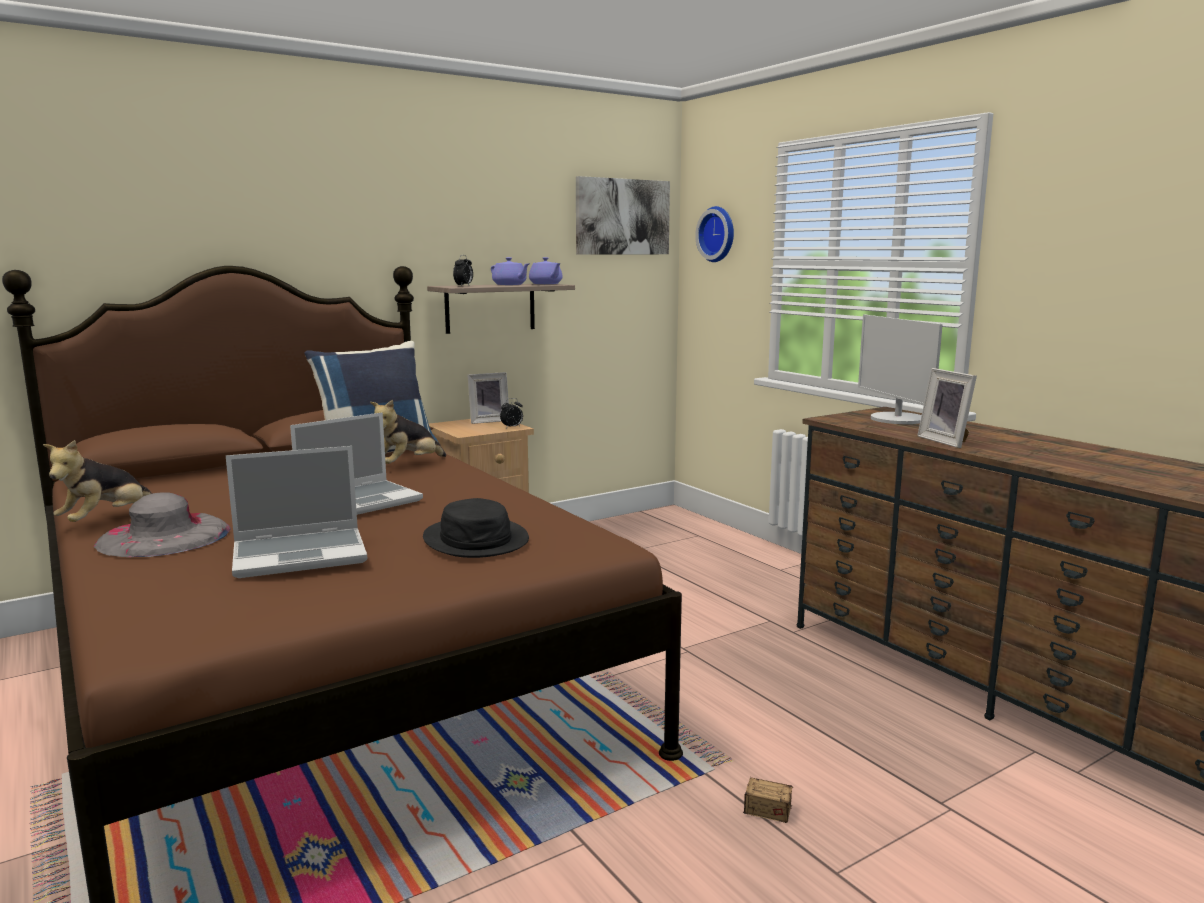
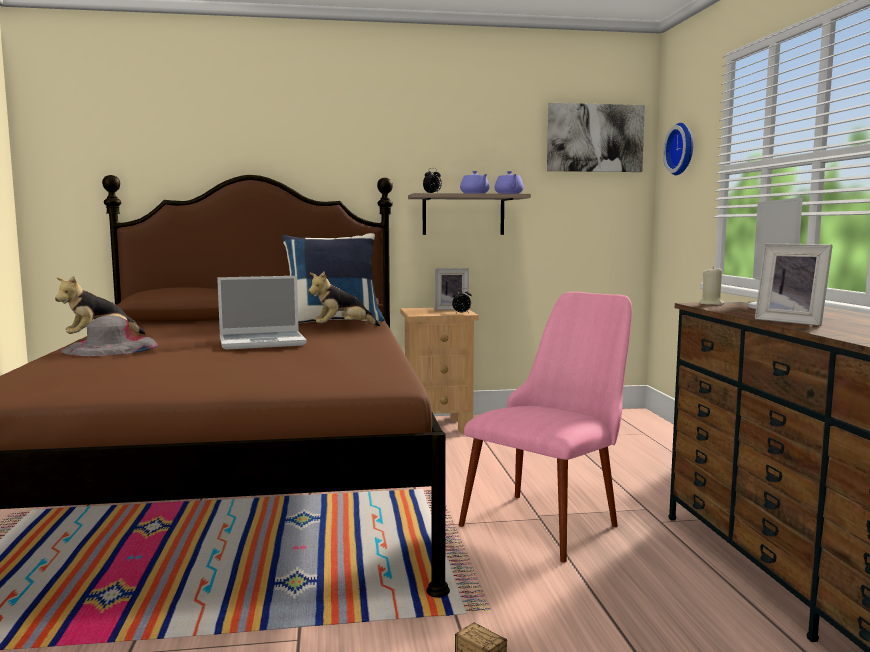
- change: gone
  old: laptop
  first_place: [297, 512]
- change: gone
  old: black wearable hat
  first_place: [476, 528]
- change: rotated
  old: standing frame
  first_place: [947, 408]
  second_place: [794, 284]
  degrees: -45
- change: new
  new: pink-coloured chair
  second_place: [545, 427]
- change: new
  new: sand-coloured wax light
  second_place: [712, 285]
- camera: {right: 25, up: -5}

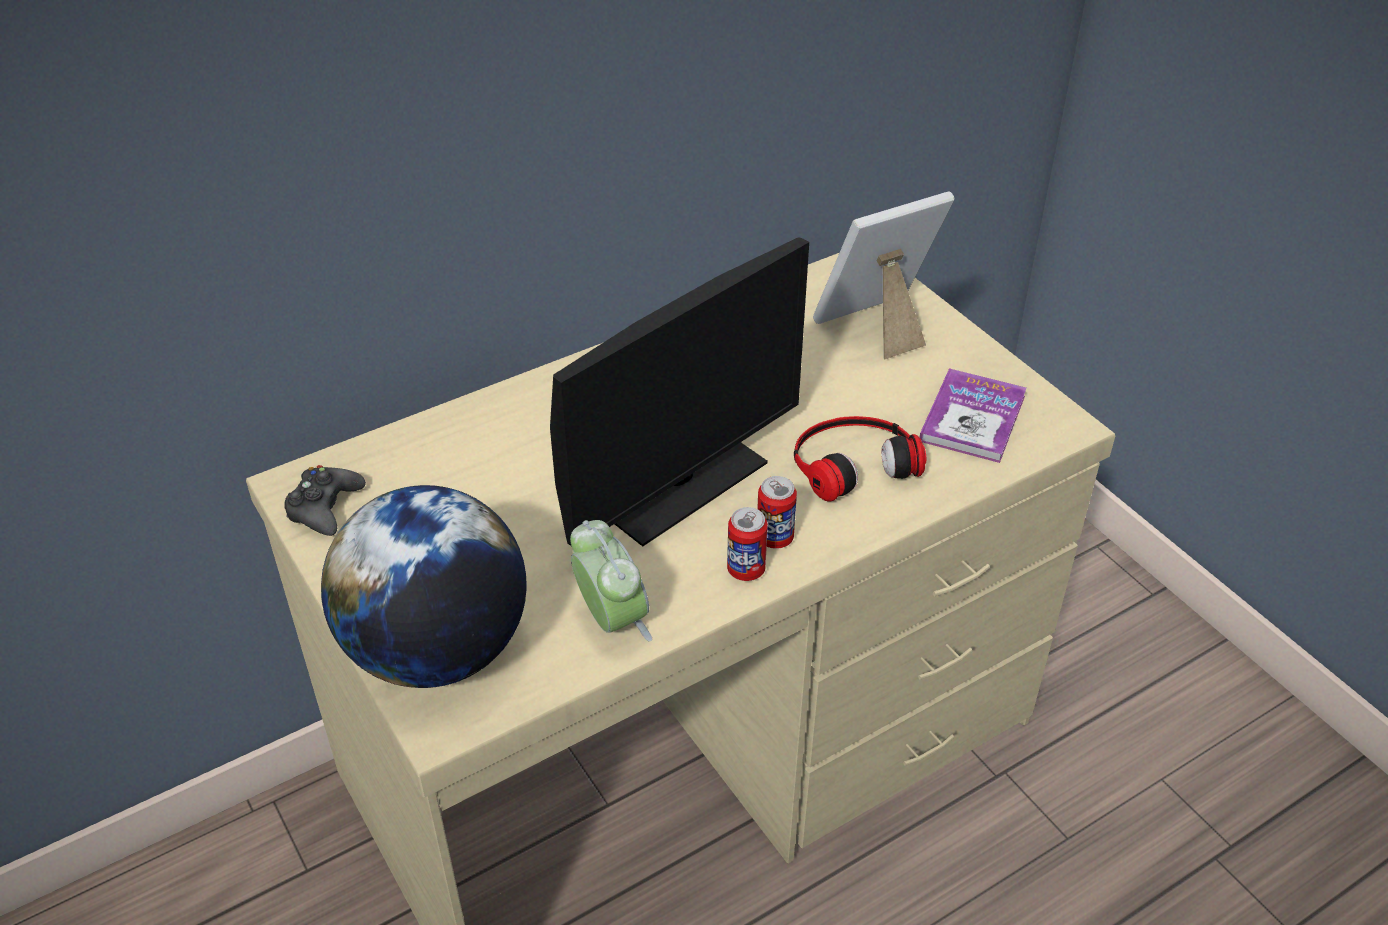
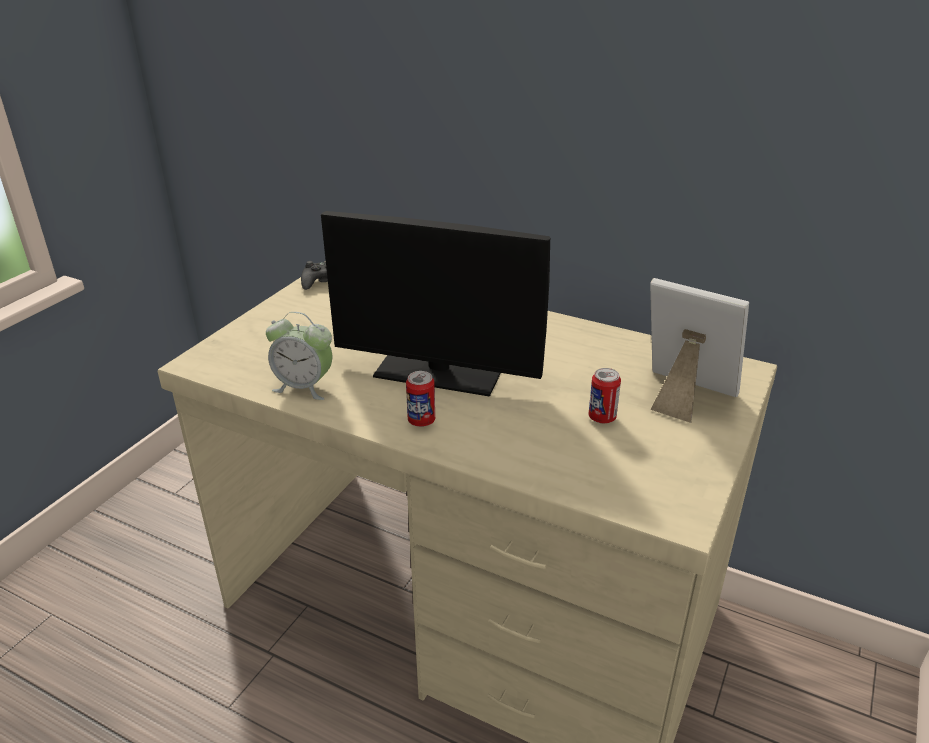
- change: gone
  old: globe
  first_place: [424, 586]
- change: rotated
  old: alarm clock
  first_place: [611, 581]
  second_place: [299, 356]
  degrees: 75
- change: shifted
  old: metal can
  first_place: [747, 544]
  second_place: [605, 395]
- change: gone
  old: pair of headphones
  first_place: [860, 459]
- change: gone
  old: volume
  first_place: [973, 415]
- camera: {right: 60, up: -10}

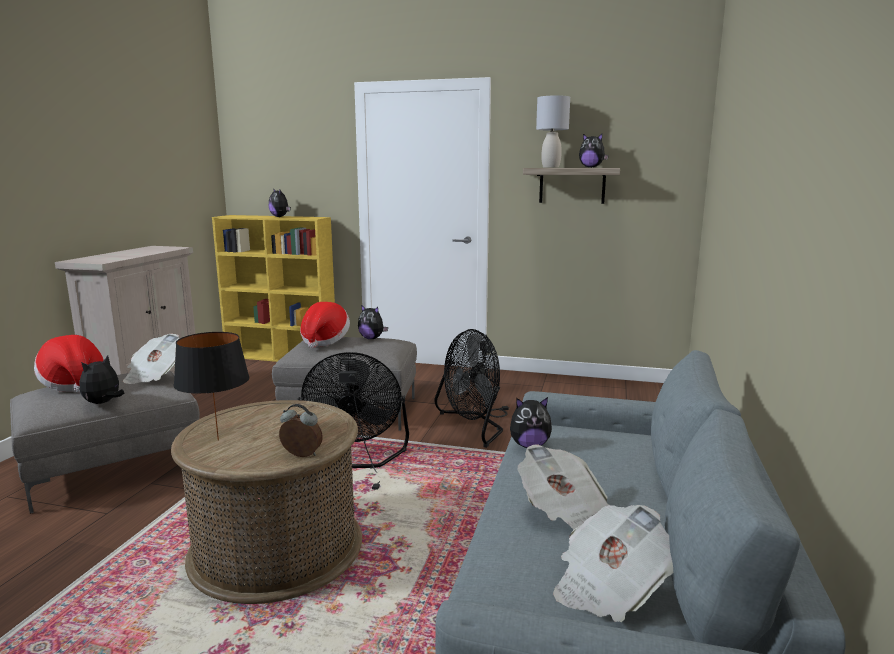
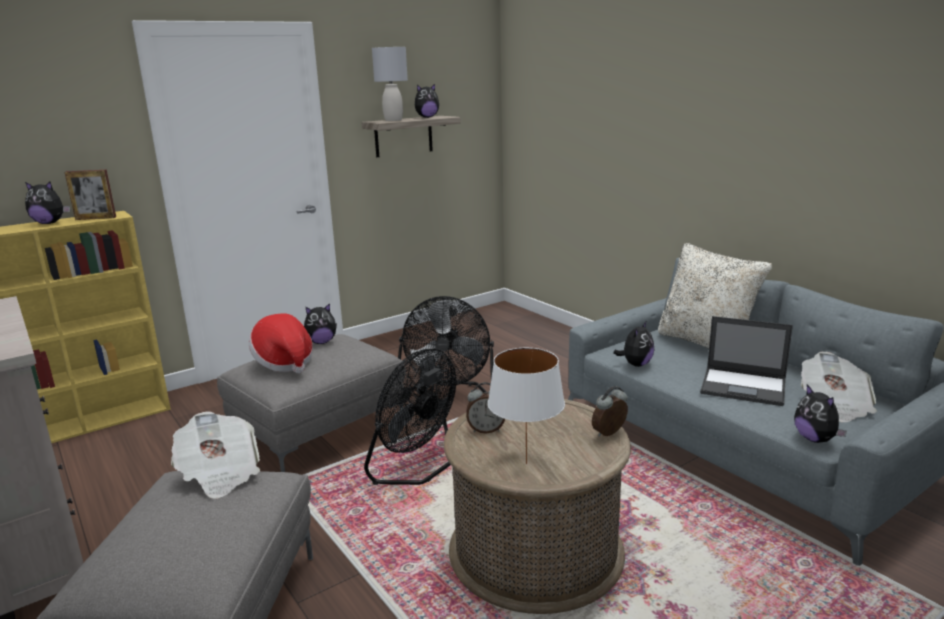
- change: gone
  old: wearable hat
  first_place: [69, 364]
- change: shifted
  old: cuddly toy
  first_place: [102, 379]
  second_place: [820, 413]
- change: repainted
  old: black lamp for a table
  new: whitish lamp for a table
  first_place: [211, 386]
  second_place: [526, 406]
- change: swapped
  old: newspaper
  new: laptop
  first_place: [563, 487]
  second_place: [746, 361]
- change: new
  new: standing frame
  second_place: [90, 195]
- change: new
  new: alarm clock
  second_place: [485, 408]
- change: new
  new: sand-coloured cushion
  second_place: [715, 295]
- camera: {right: -50, up: 5}

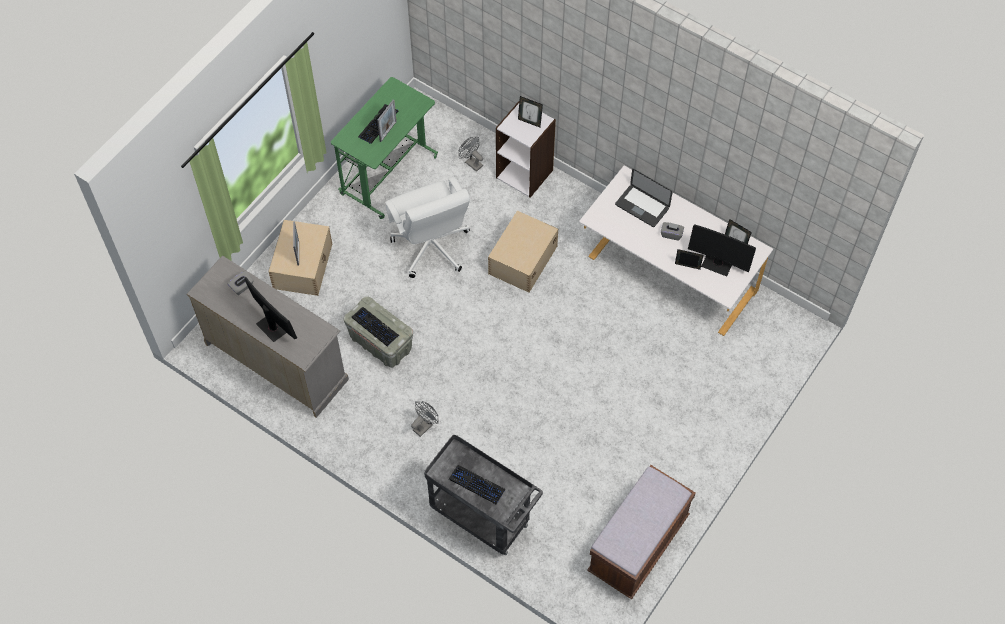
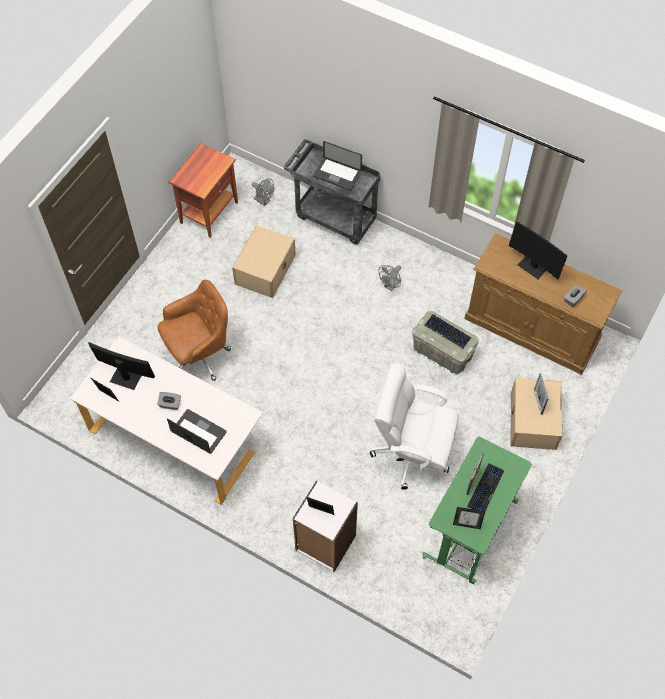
- change: repainted
  old: gray cupboard
  new: brown-coloured cupboard
  first_place: [268, 336]
  second_place: [543, 304]
- change: rotated
  old: whitish computer chair
  first_place: [427, 227]
  second_place: [414, 426]
  degrees: -45
- change: swapped
  old: PC keyboard
  new: laptop
  first_place: [477, 485]
  second_place: [337, 165]
- change: shifted
  old: gray fan
  first_place: [471, 154]
  second_place: [263, 192]
- change: shifted
  old: sand-coloured storage container
  first_place: [523, 252]
  second_place: [264, 261]
- change: swapped
  old: brown-coloured long seat
  new: nightstand
  first_place: [641, 532]
  second_place: [203, 190]
- change: shifted
  old: standing frame
  first_place: [689, 259]
  second_place: [469, 518]
- change: new
  new: brown-coloured computer chair
  second_place: [194, 330]
- camera: {right: 175, up: 0}

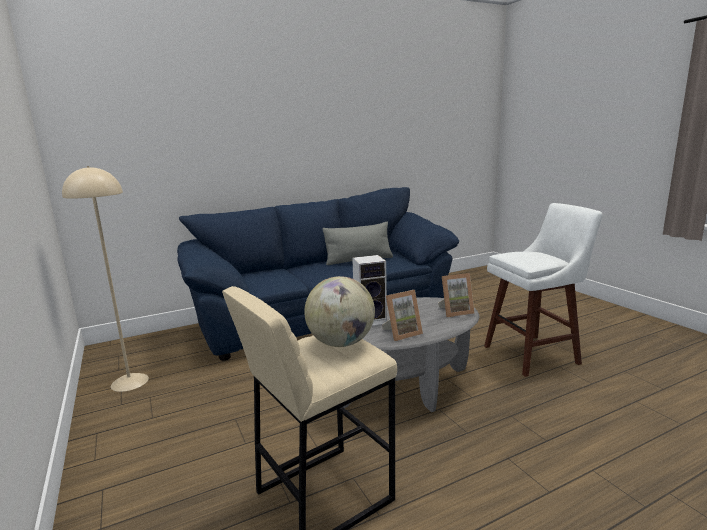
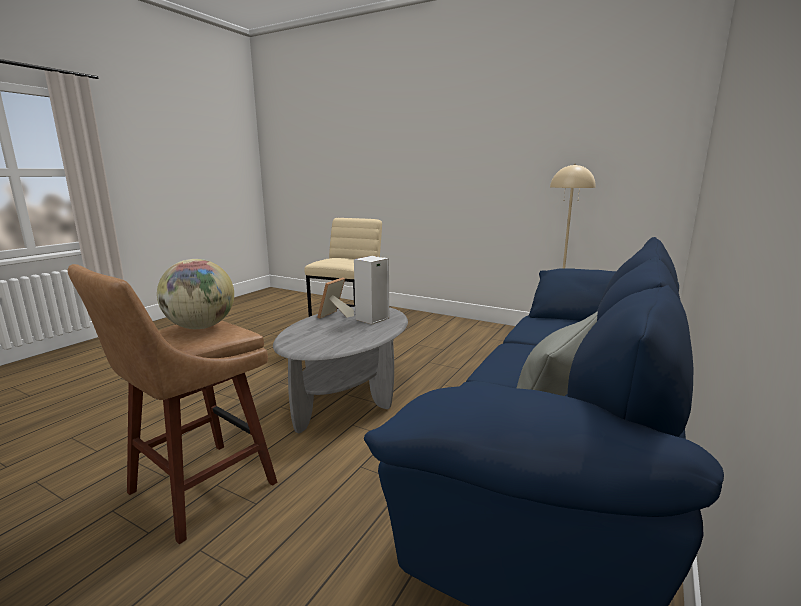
- change: shifted
  old: globe
  first_place: [339, 311]
  second_place: [195, 294]
- change: gone
  old: standing frame
  first_place: [456, 295]
- change: repainted
  old: whitish stool
  new: brown-coloured stool
  first_place: [543, 290]
  second_place: [172, 404]
- camera: {right: 145, up: 0}

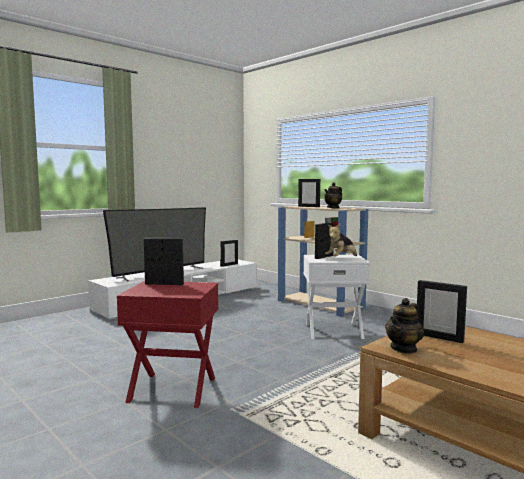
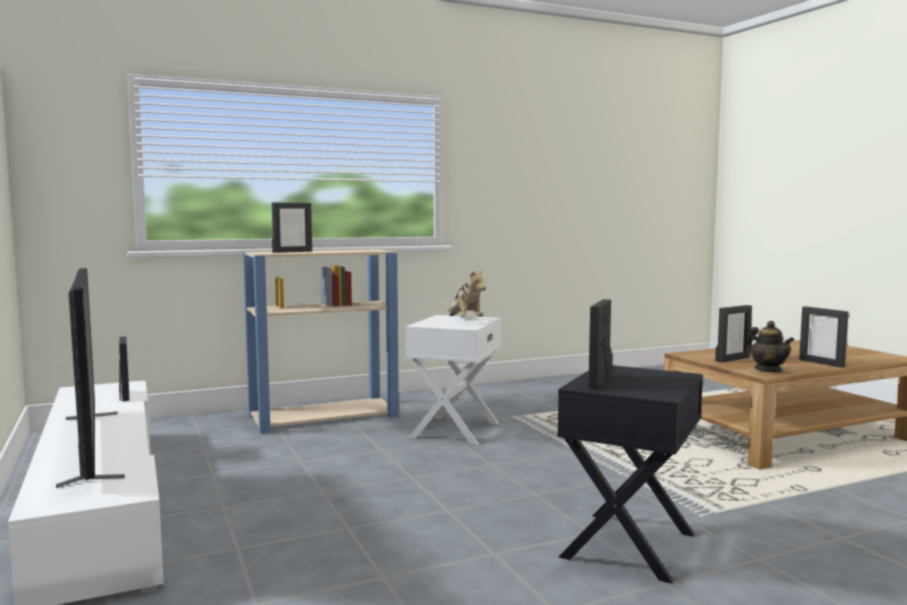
- change: repainted
  old: red-coloured accent table
  new: black accent table
  first_place: [168, 344]
  second_place: [630, 474]
- change: shifted
  old: standing frame
  first_place: [324, 241]
  second_place: [824, 337]
- change: gone
  old: teapot
  first_place: [333, 195]
- camera: {right: -70, up: 0}

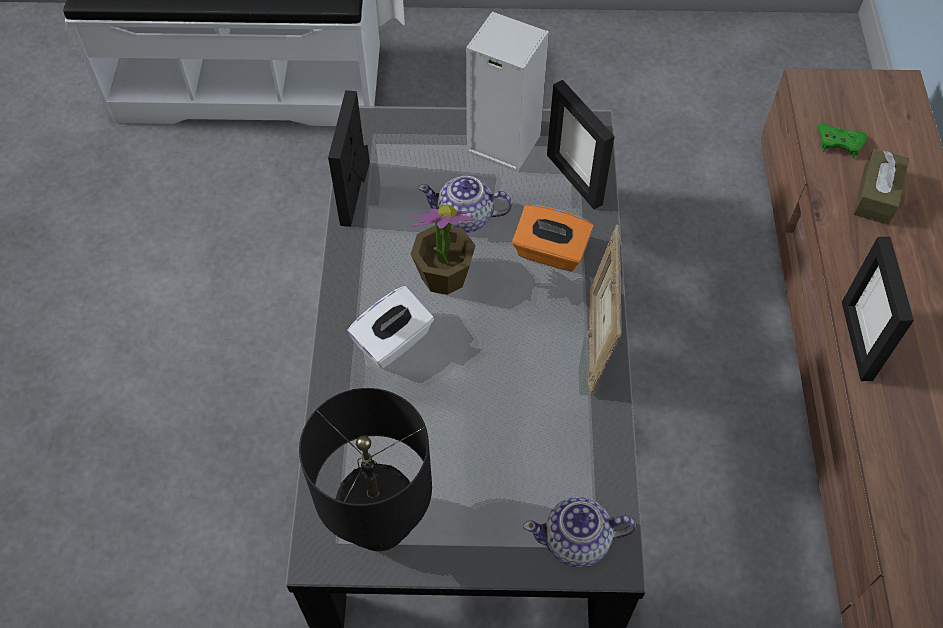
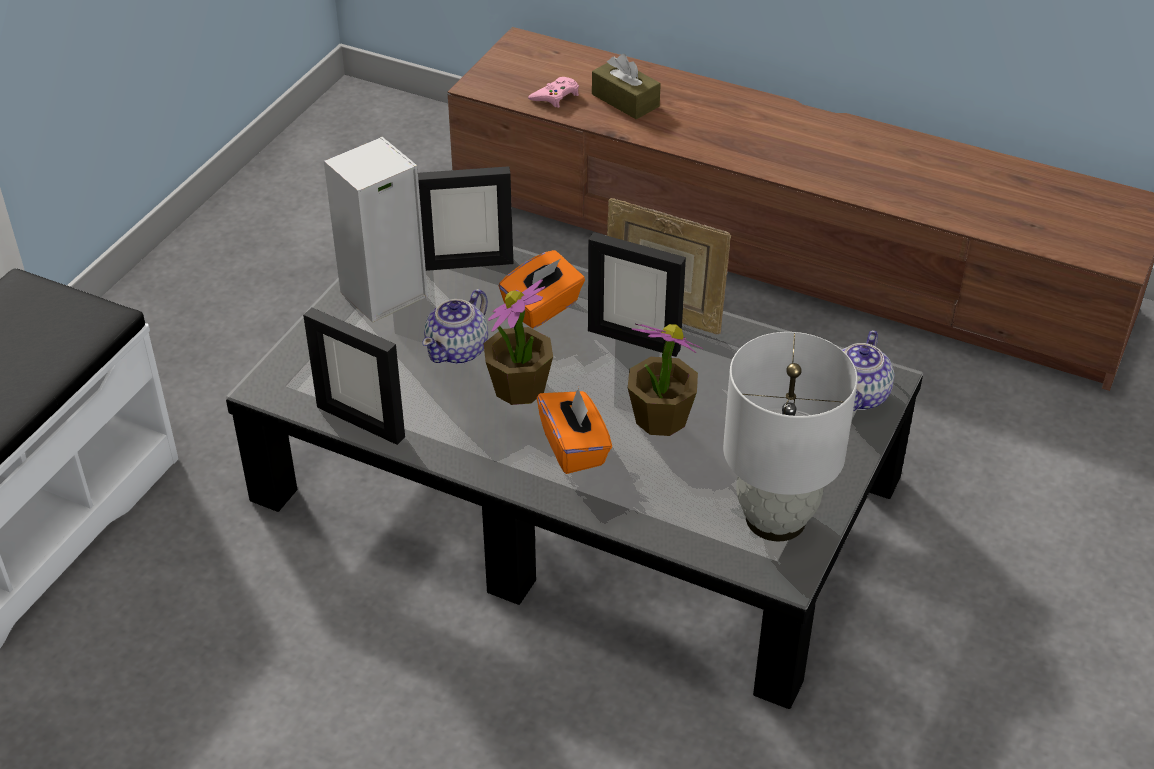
- change: repainted
  old: black lamp for a table
  new: whitish lamp for a table
  first_place: [365, 469]
  second_place: [790, 436]
- change: repainted
  old: whitish tissue holder
  new: orangey tissue holder
  first_place: [390, 327]
  second_place: [574, 430]
- change: repainted
  old: green-coloured gamepad
  new: pink-coloured gamepad
  first_place: [843, 140]
  second_place: [553, 92]
- change: shifted
  old: standing frame
  first_place: [878, 309]
  second_place: [637, 294]
- change: new
  new: houseplant
  second_place: [665, 380]
- camera: {right: -65, up: -15}

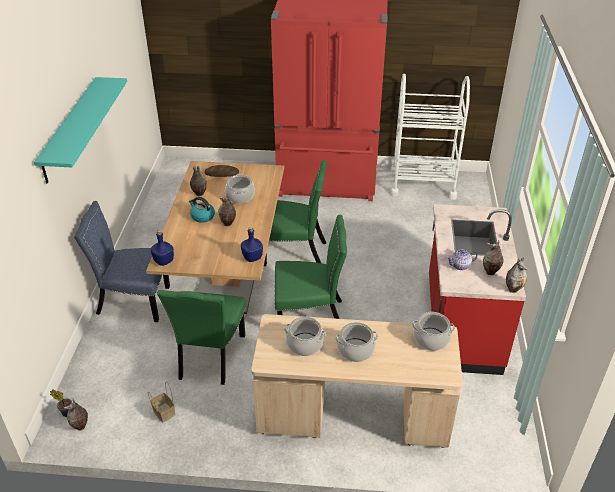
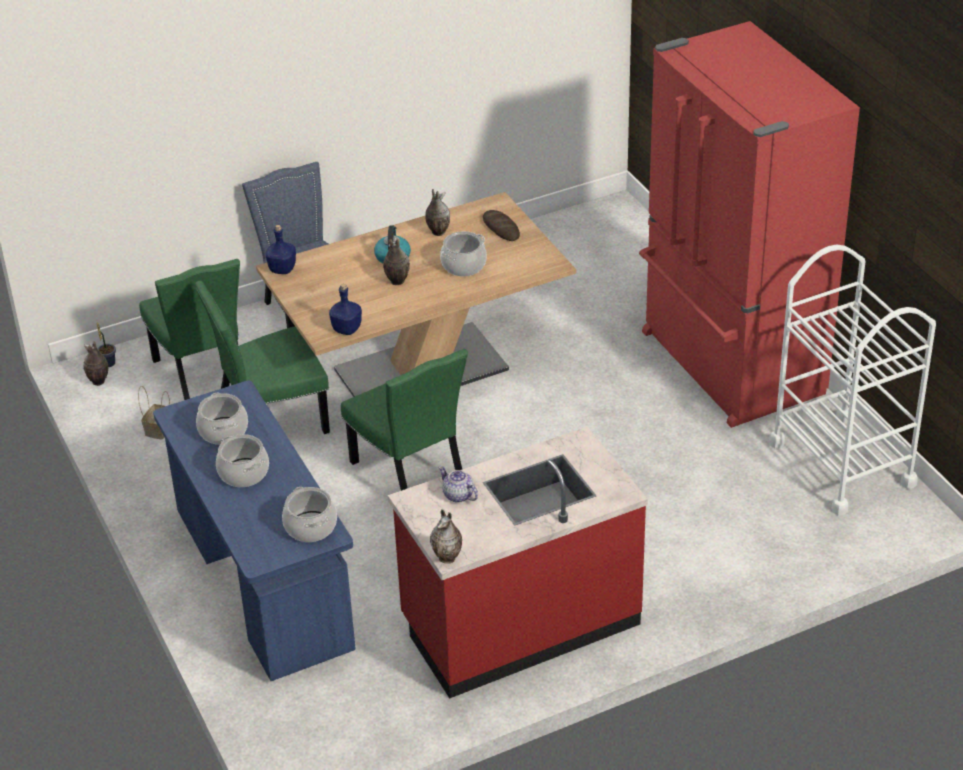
- change: gone
  old: blue-green shelf
  first_place: [80, 130]
- change: repainted
  old: sand-coloured desk table
  new: blue-coloured desk table
  first_place: [357, 381]
  second_place: [254, 531]
- change: shifted
  old: green-coloured chair
  first_place: [295, 213]
  second_place: [189, 329]
- change: gone
  old: vase
  first_place: [493, 257]
- camera: {right: 60, up: 0}

